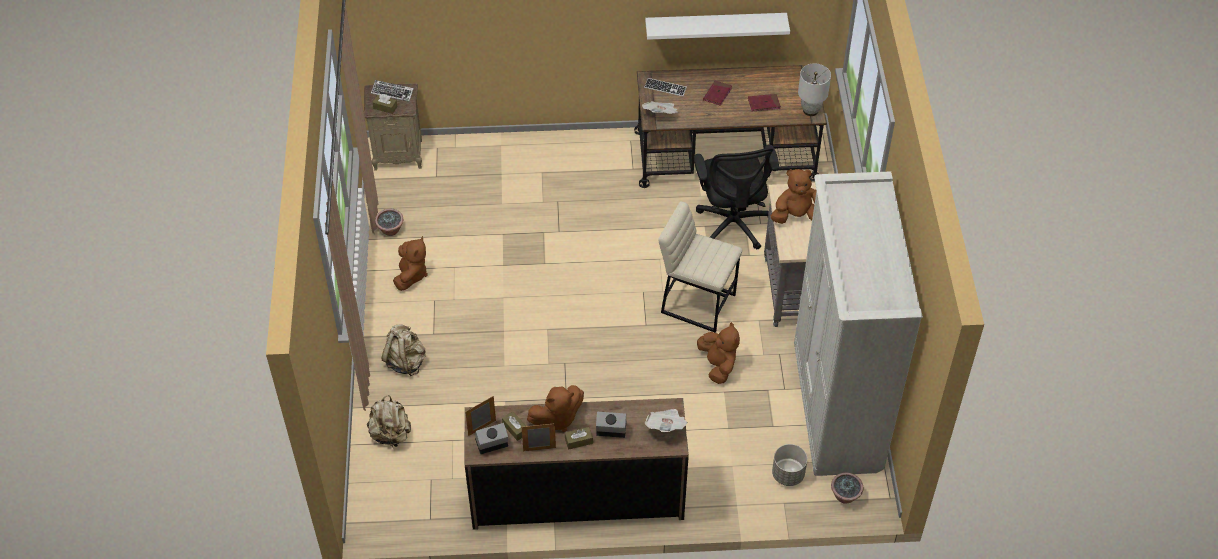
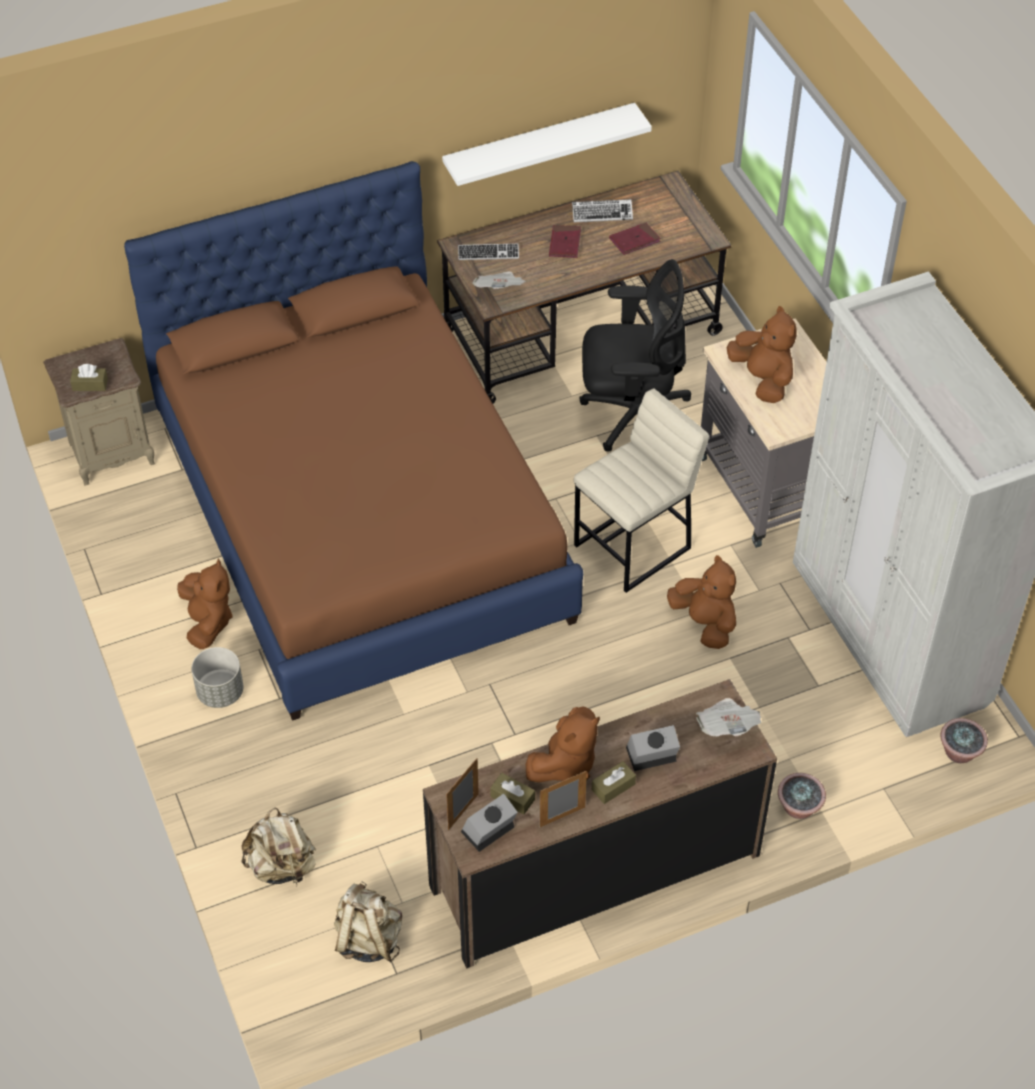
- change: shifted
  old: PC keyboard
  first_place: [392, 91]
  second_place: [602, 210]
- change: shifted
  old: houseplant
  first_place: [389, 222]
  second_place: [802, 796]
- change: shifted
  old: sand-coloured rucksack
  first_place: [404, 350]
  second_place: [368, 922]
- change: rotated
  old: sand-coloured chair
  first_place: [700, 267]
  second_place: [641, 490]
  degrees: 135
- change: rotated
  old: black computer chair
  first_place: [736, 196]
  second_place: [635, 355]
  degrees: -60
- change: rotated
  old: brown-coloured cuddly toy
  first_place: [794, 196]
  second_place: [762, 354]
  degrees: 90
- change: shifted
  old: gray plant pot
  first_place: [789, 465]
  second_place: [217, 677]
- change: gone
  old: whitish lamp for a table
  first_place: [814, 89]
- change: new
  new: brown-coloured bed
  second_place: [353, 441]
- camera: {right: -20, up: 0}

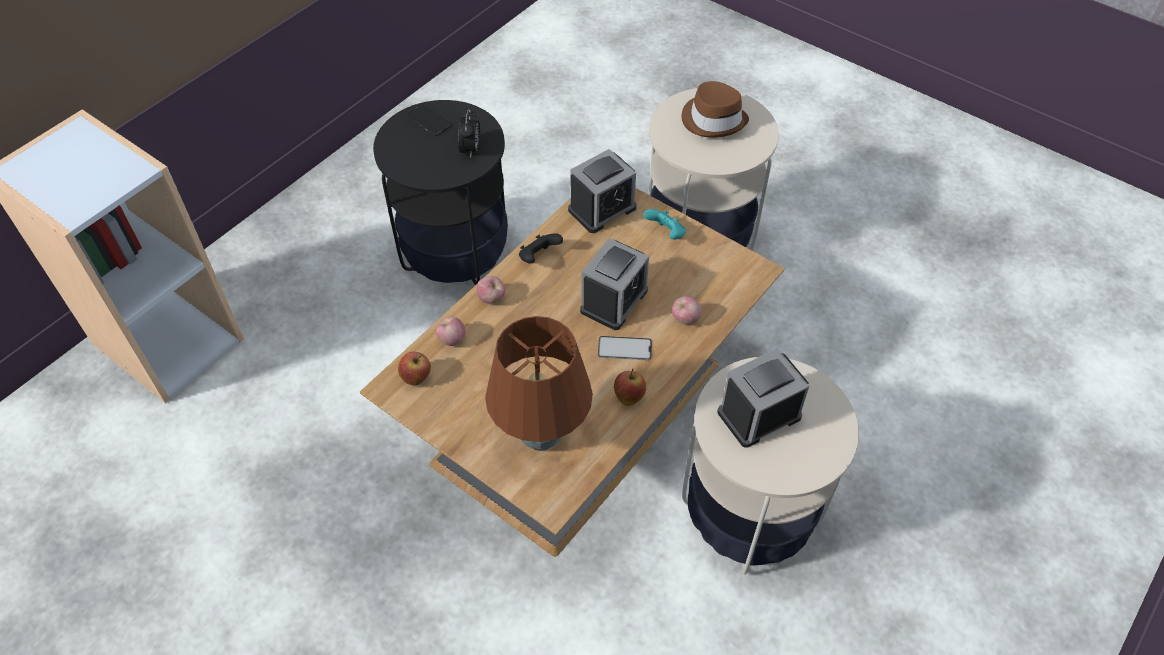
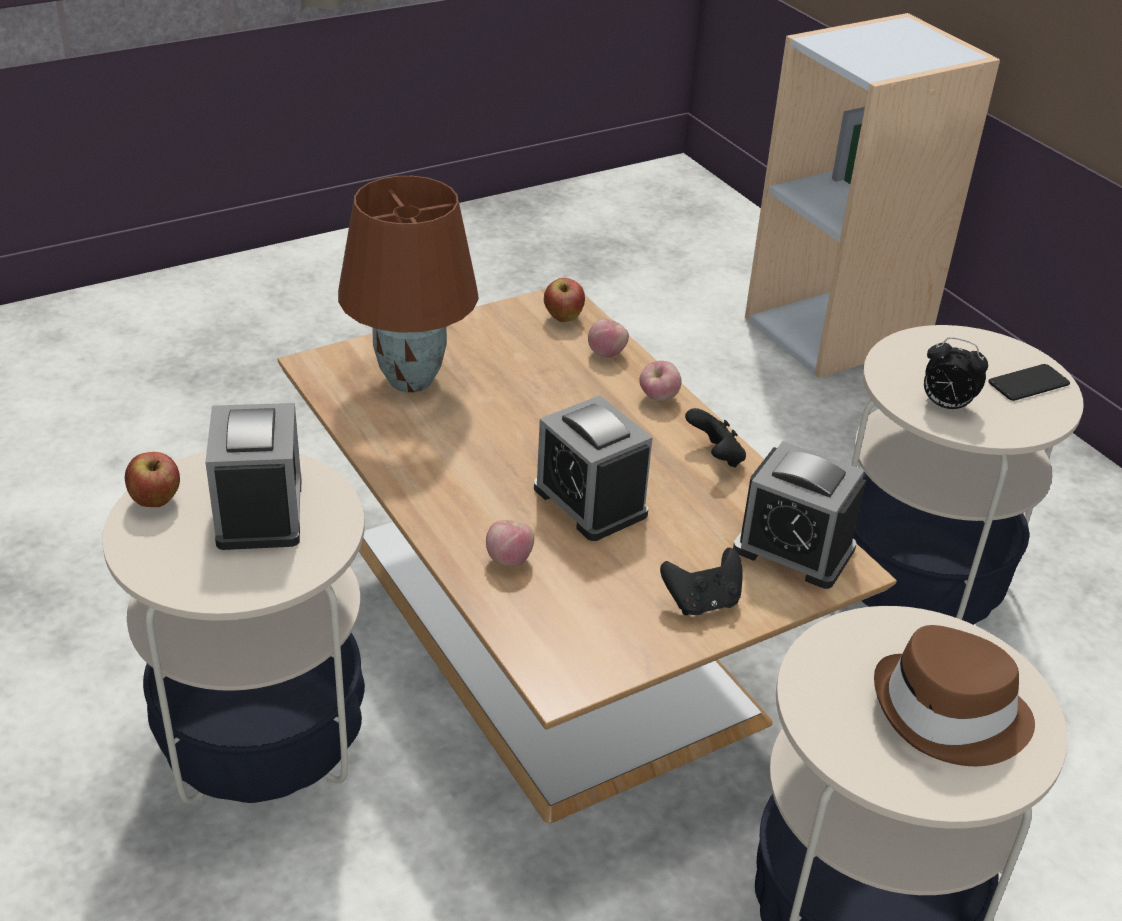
- change: repainted
  old: black accent table
  new: sand-coloured accent table
  first_place: [440, 192]
  second_place: [967, 475]
- change: rotated
  old: alarm clock
  first_place: [602, 191]
  second_place: [799, 515]
  degrees: -45
- change: gone
  old: telephone
  first_place: [625, 348]
- change: shifted
  old: whole apple
  first_place: [630, 387]
  second_place: [152, 479]
- change: repainted
  old: blue-green gamepad
  new: black gamepad
  first_place: [664, 224]
  second_place: [701, 581]
- camera: {right: 110, up: -15}

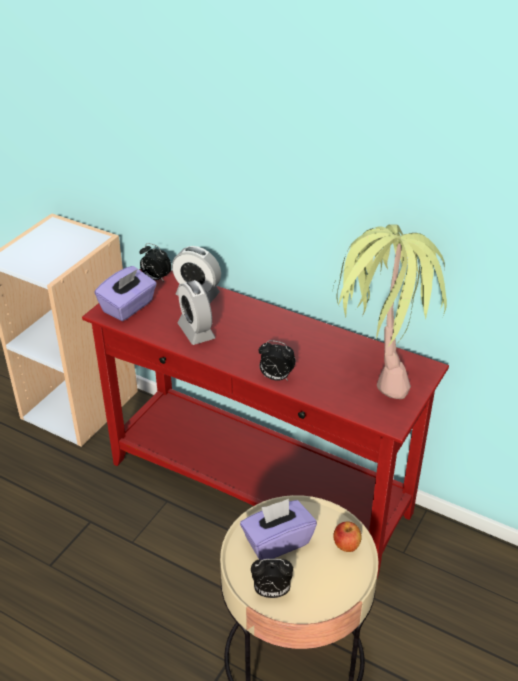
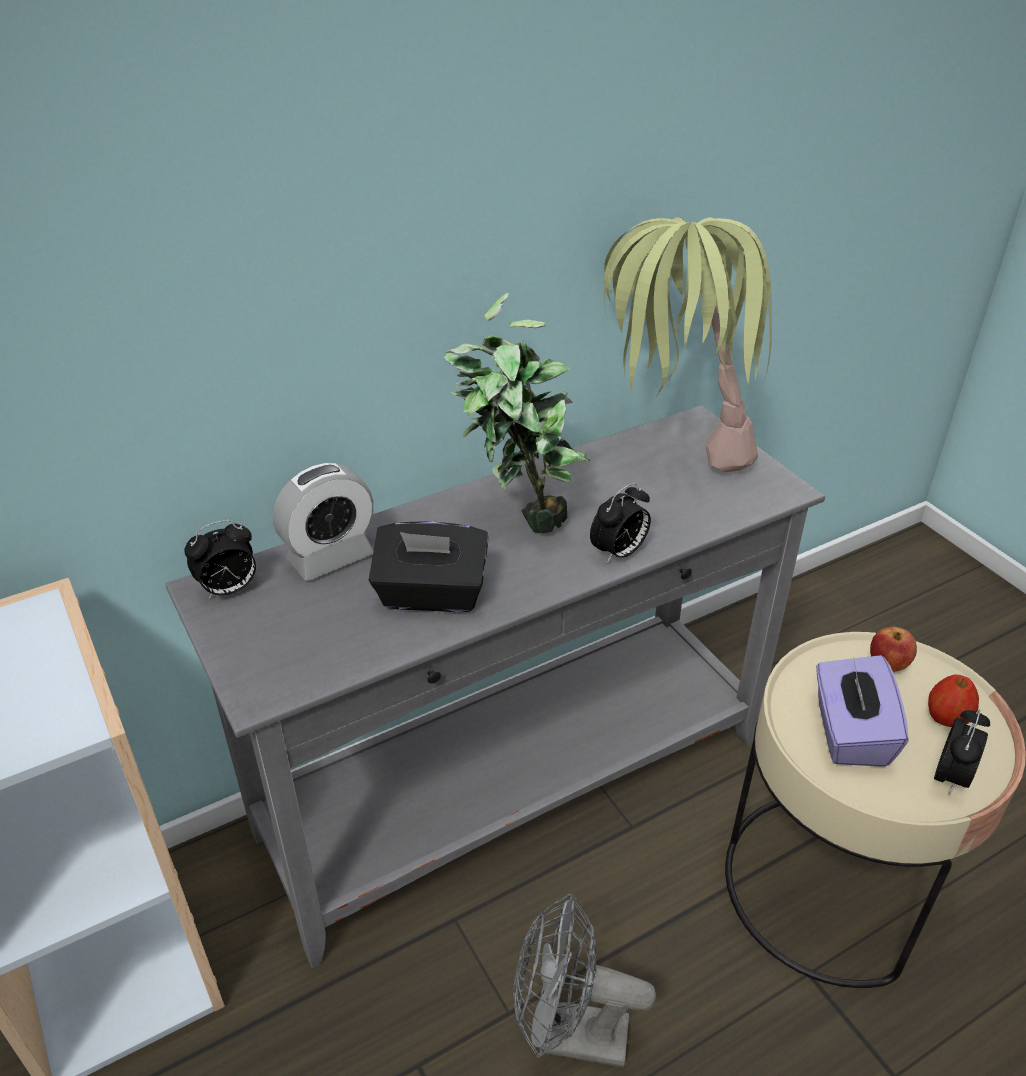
- change: repainted
  old: red-coloured narrow table
  new: gray narrow table
  first_place: [265, 423]
  second_place: [495, 686]
- change: gone
  old: purple-coloured tissue holder
  first_place: [125, 293]
- change: swapped
  old: alarm clock
  new: black tissue holder
  first_place: [197, 312]
  second_place: [429, 567]
- change: new
  new: houseplant
  second_place: [517, 413]
- change: new
  new: gray fan
  second_place: [584, 980]
- change: new
  new: whole apple
  second_place: [953, 701]
- camera: {right: -60, up: 0}

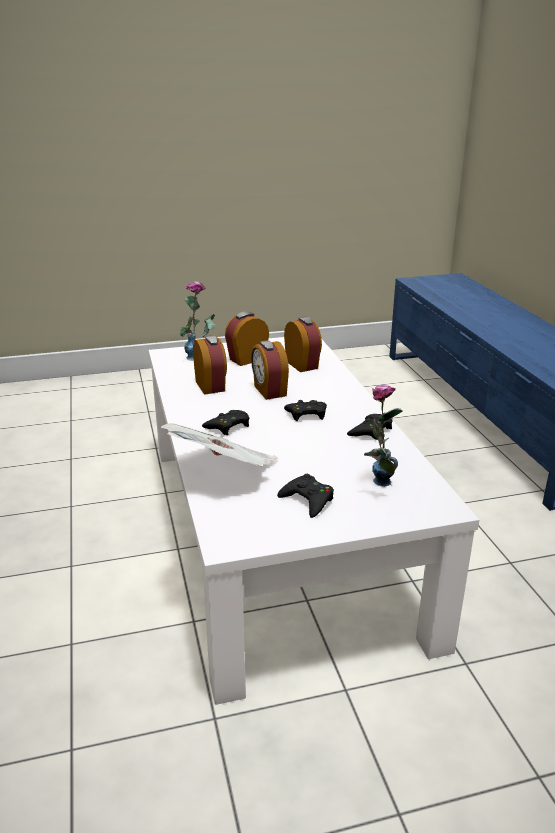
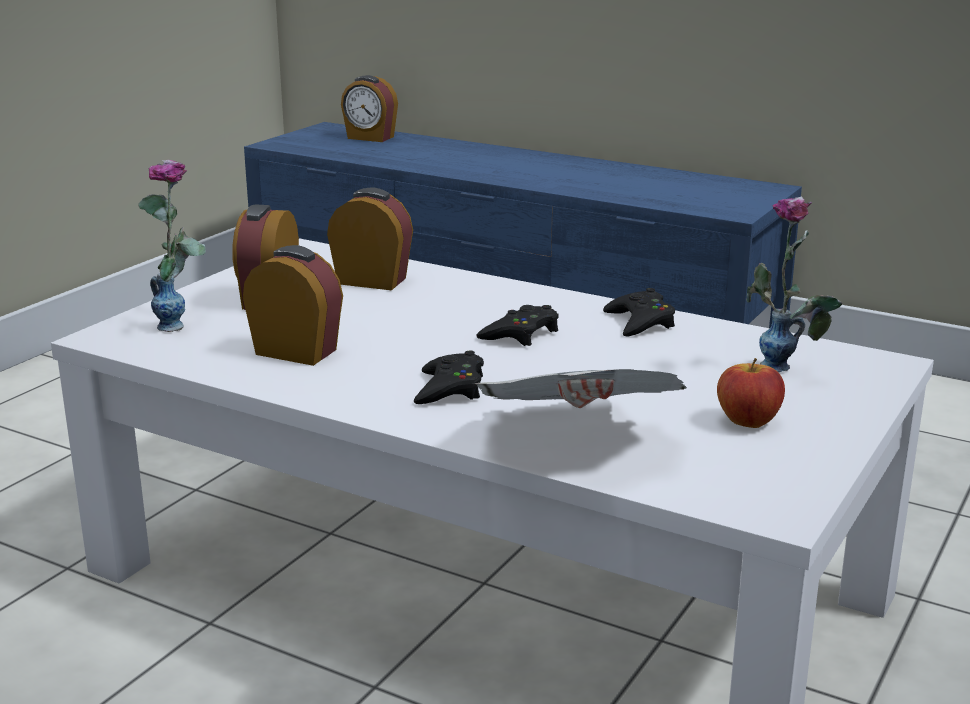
- change: shifted
  old: alarm clock
  first_place: [270, 370]
  second_place: [369, 108]
- change: swapped
  old: black gamepad
  new: whole apple
  first_place: [305, 496]
  second_place: [751, 393]
- camera: {right: -45, up: -5}

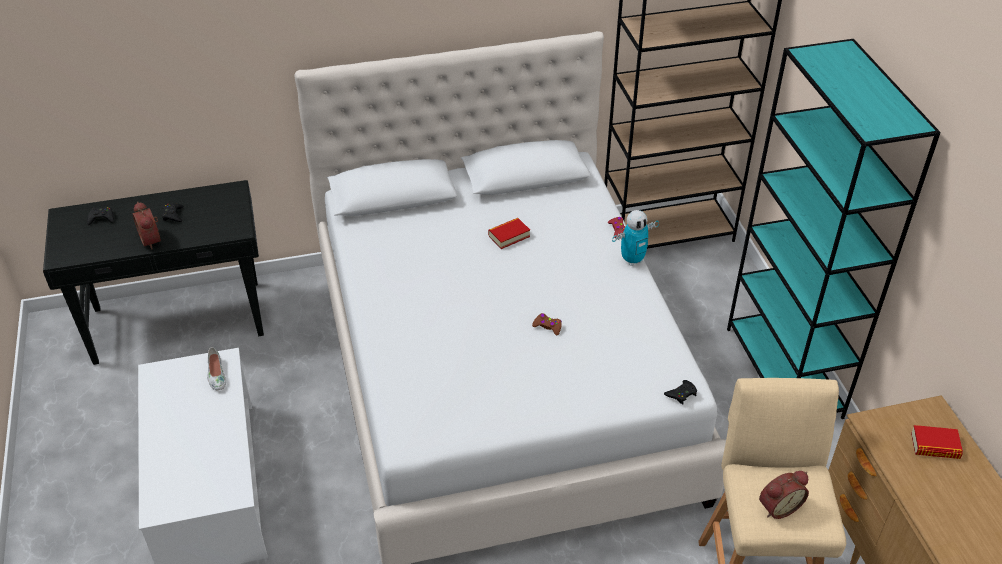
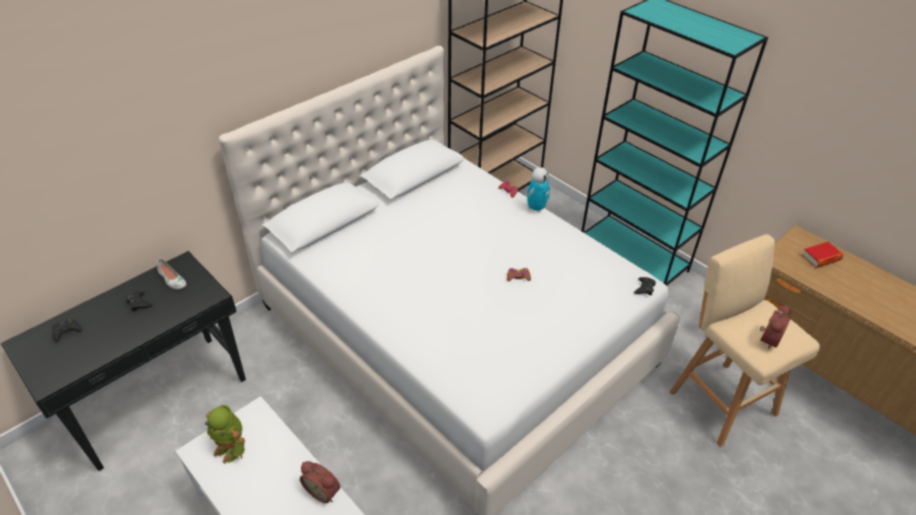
- change: shifted
  old: alarm clock
  first_place: [147, 225]
  second_place: [320, 482]
- change: shifted
  old: whitish item of footwear
  first_place: [216, 368]
  second_place: [171, 273]
- change: gone
  old: volume
  first_place: [509, 233]
- change: new
  new: toy robot
  second_place: [225, 434]
- camera: {right: -30, up: 0}

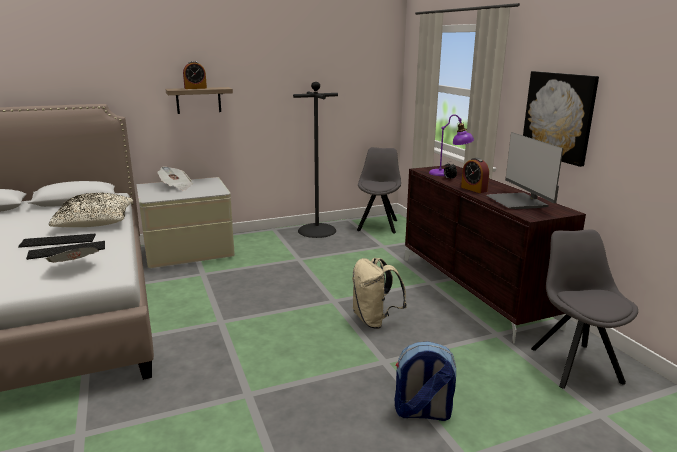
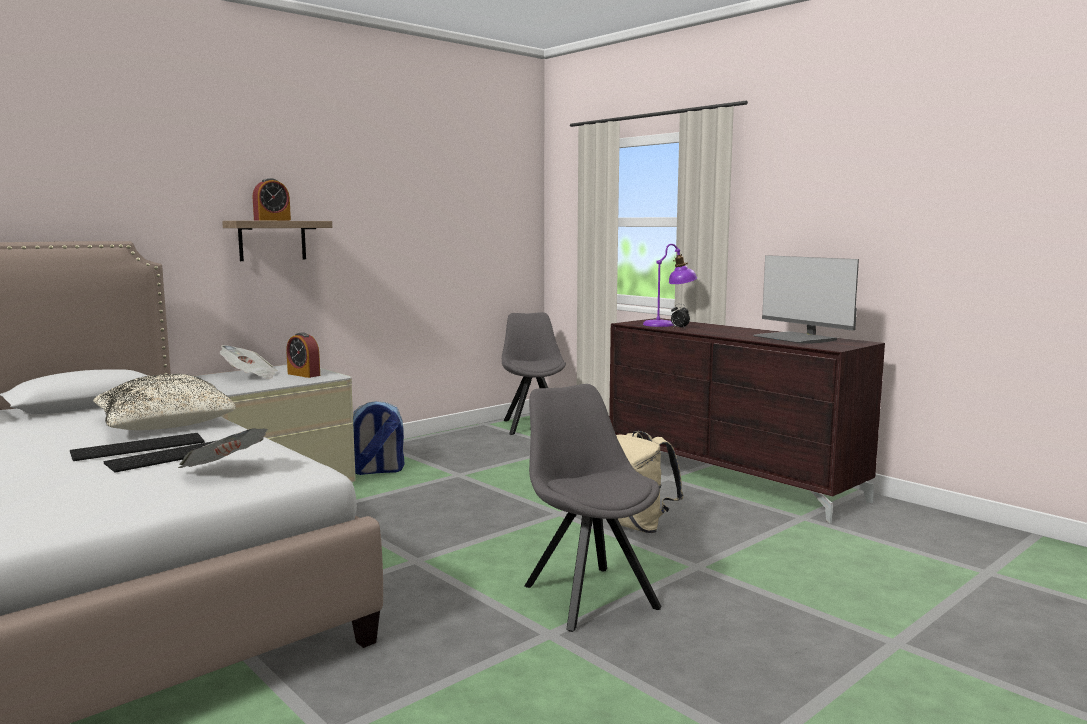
- change: gone
  old: black garment rack
  first_place: [315, 160]
- change: shifted
  old: rucksack
  first_place: [425, 381]
  second_place: [378, 438]
- change: shifted
  old: alarm clock
  first_place: [475, 175]
  second_place: [303, 355]
- change: gone
  old: wall art
  first_place: [561, 119]
- change: shifted
  old: gray chair
  first_place: [584, 309]
  second_place: [592, 508]
- camera: {right: -20, up: -10}

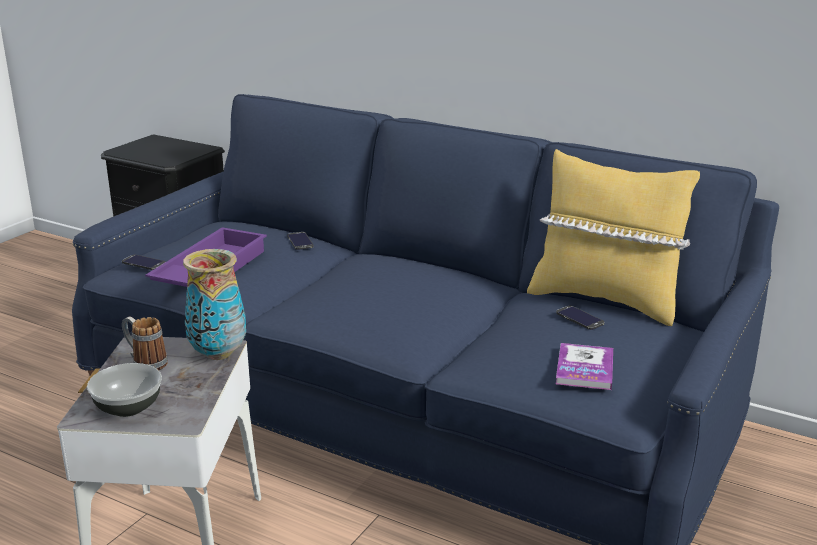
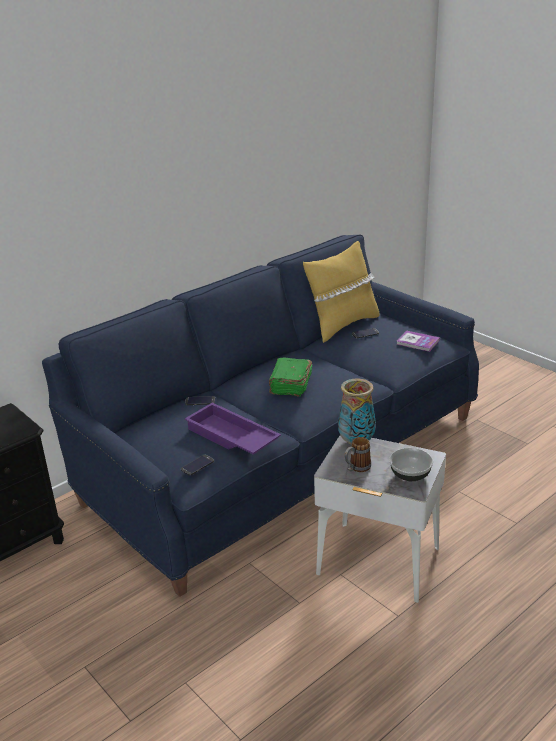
- change: new
  new: green-coloured volume
  second_place: [290, 377]
- camera: {right: -70, up: 5}

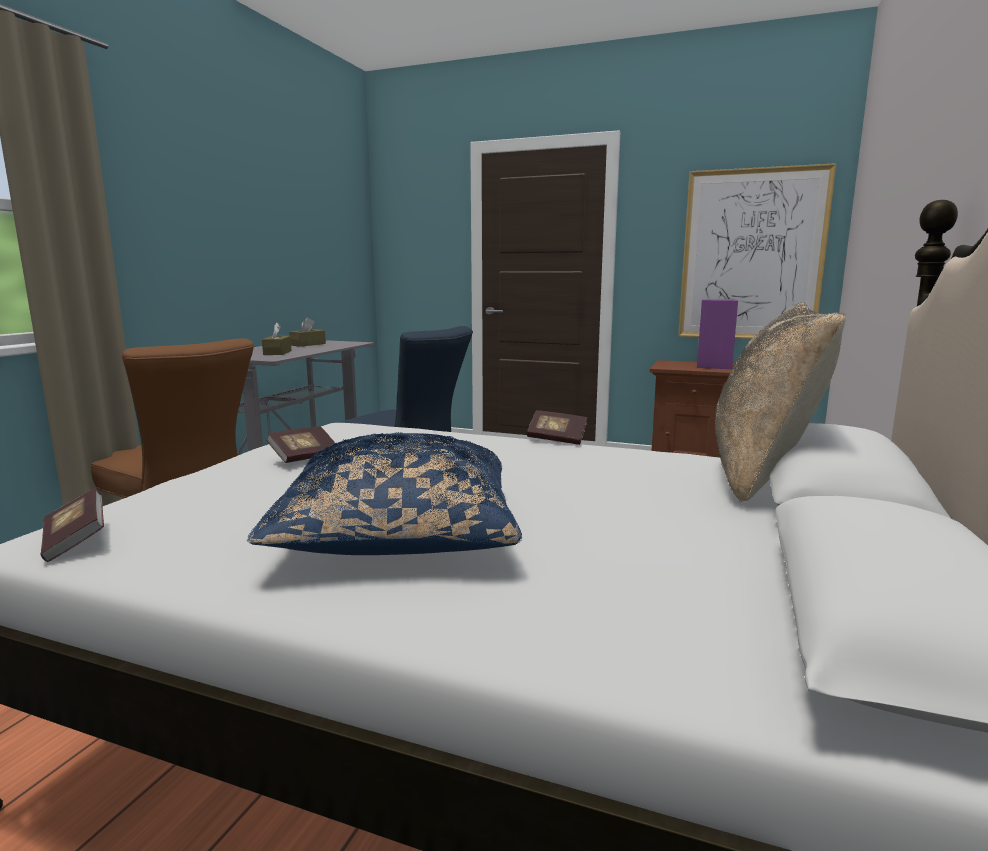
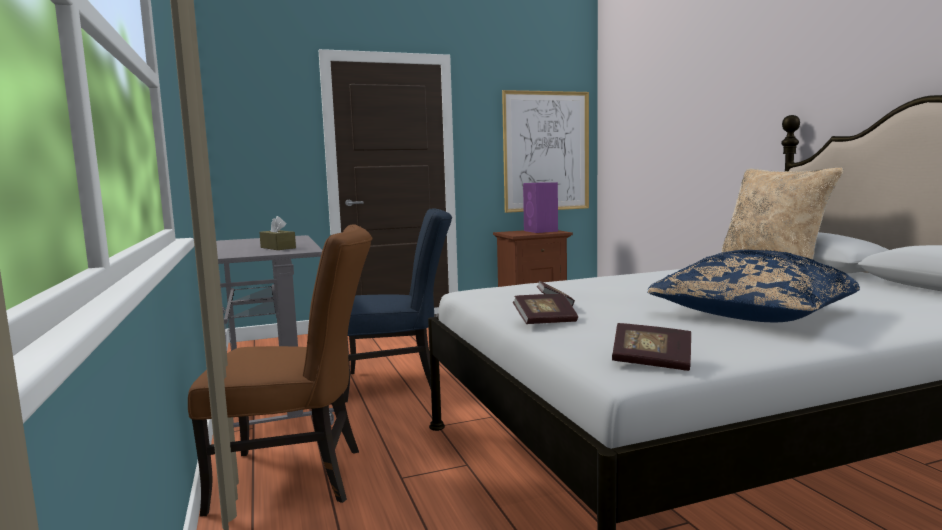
- change: gone
  old: brown-coloured tissue holder
  first_place: [307, 332]
- change: shifted
  old: volume
  first_place: [557, 427]
  second_place: [545, 309]
- camera: {right: -40, up: -5}

